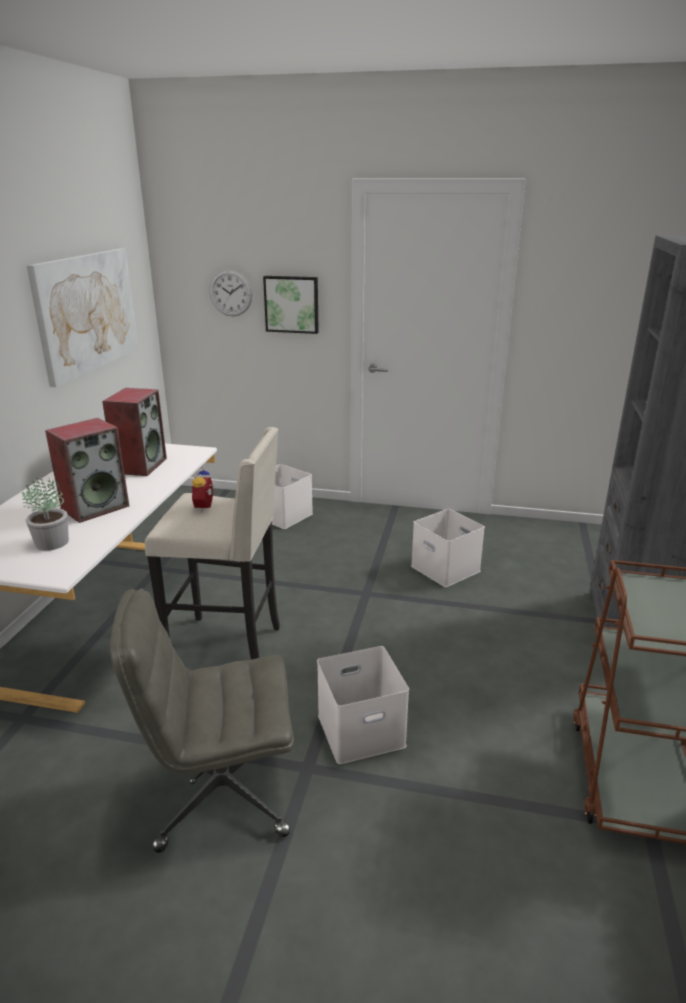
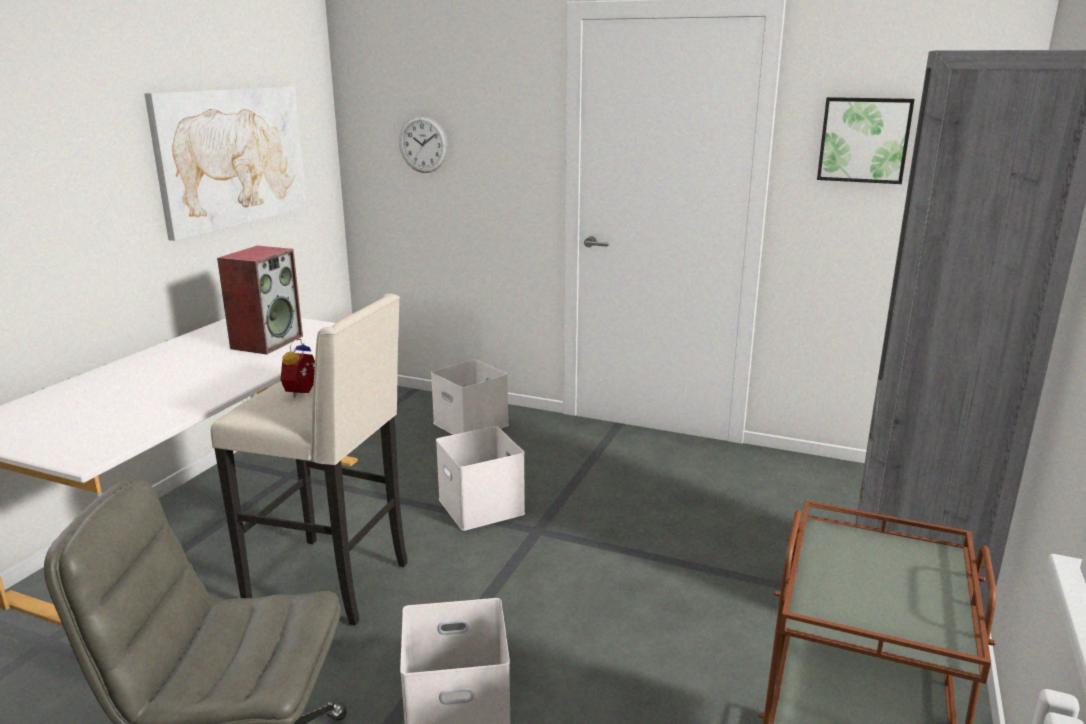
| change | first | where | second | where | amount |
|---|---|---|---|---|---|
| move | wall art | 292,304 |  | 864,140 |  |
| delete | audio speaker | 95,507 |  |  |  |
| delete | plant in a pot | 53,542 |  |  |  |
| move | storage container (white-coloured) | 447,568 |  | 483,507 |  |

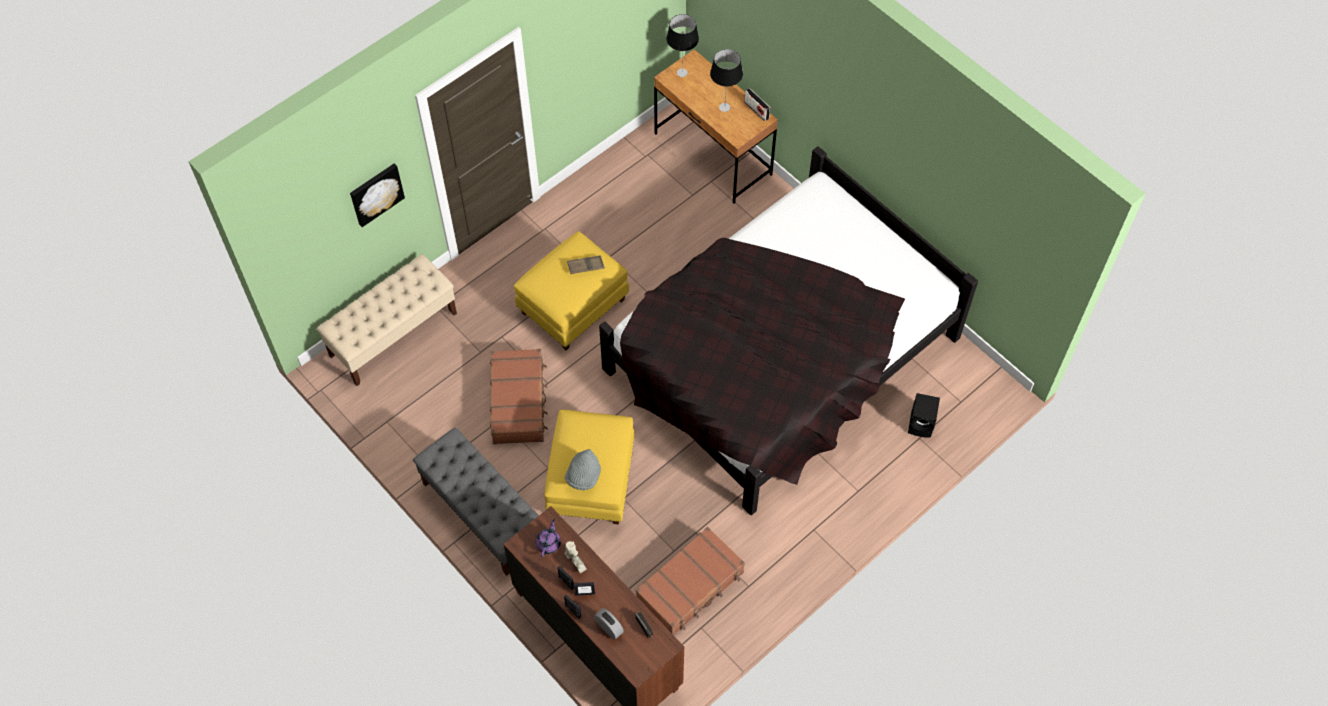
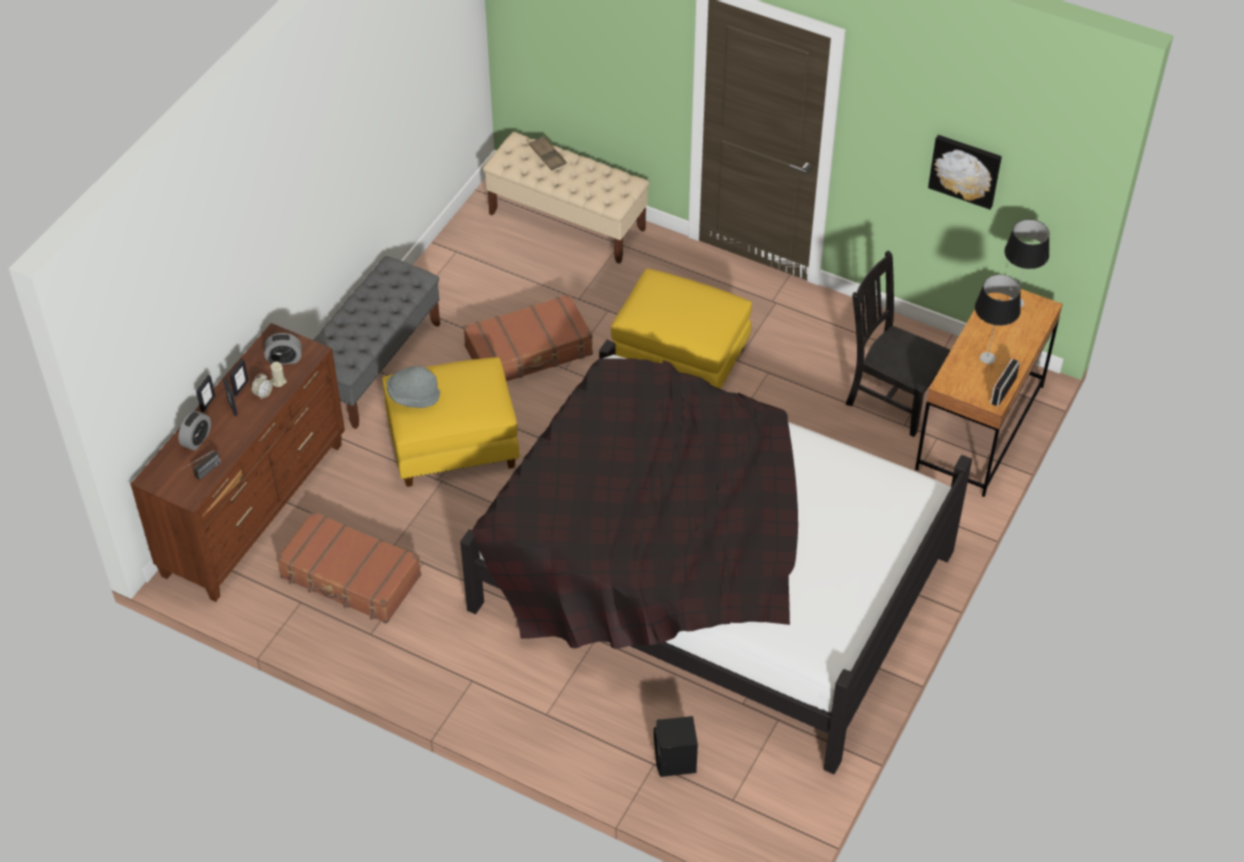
| change | first | where | second | where | amount |
|---|---|---|---|---|---|
| move | wall art | 376,193 |  | 965,170 |  |
| move | tray (brownish) | 585,266 |  | 547,156 |  |
| replace | tea pot (purple) | 548,543 | alarm clock | 284,359 |  |
| insert |  |  | chair (blackish) | 891,398 |  |

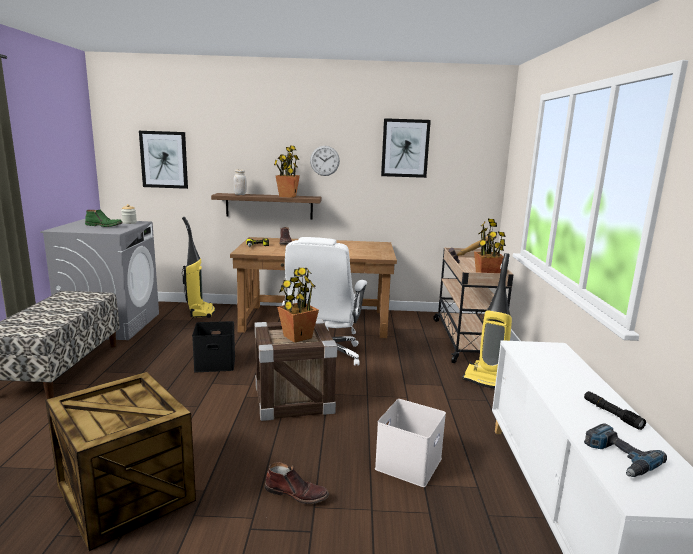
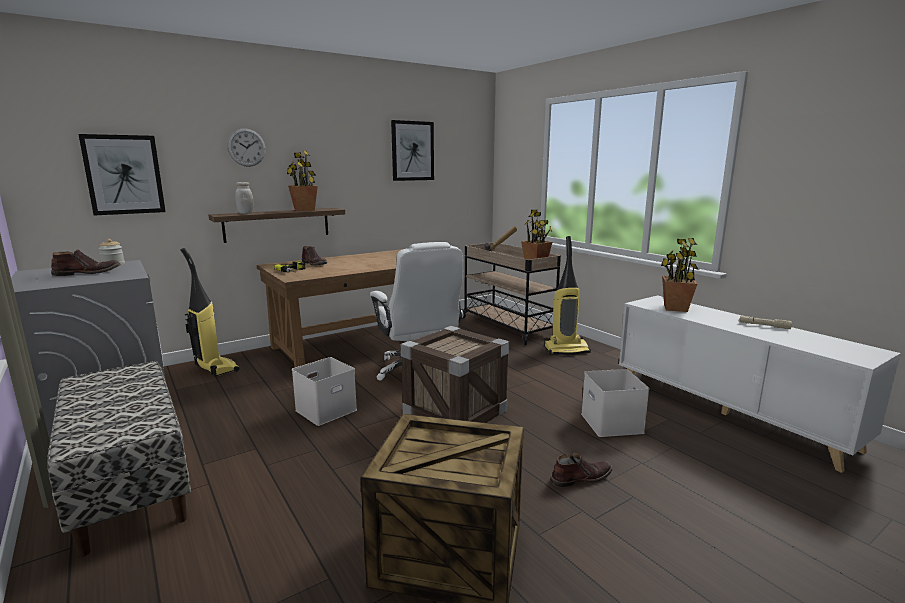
| change | first | where | second | where | amount |
|---|---|---|---|---|---|
| move | clock on the wall | 324,160 |  | 246,147 |  |
| recolor | tall boot (green-coloured) | 104,226 | tall boot (brownish) | 87,273 |  |
| move | plant in a pot | 297,337 |  | 675,308 |  |
| recolor | storage container (blackish) | 216,363 | storage container (white-coloured) | 326,409 |  |
| recolor | torch (blackish) | 611,414 | torch (sand-coloured) | 764,326 |  |
| delete | drill | 618,457 |  |  |  |

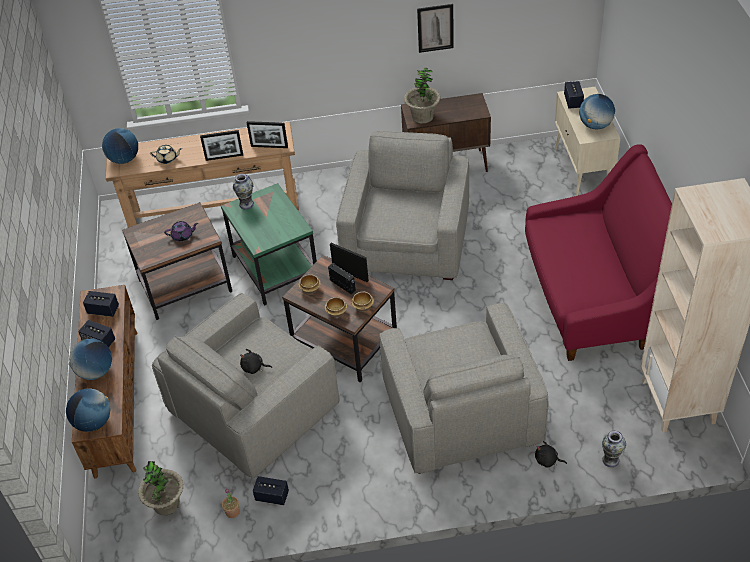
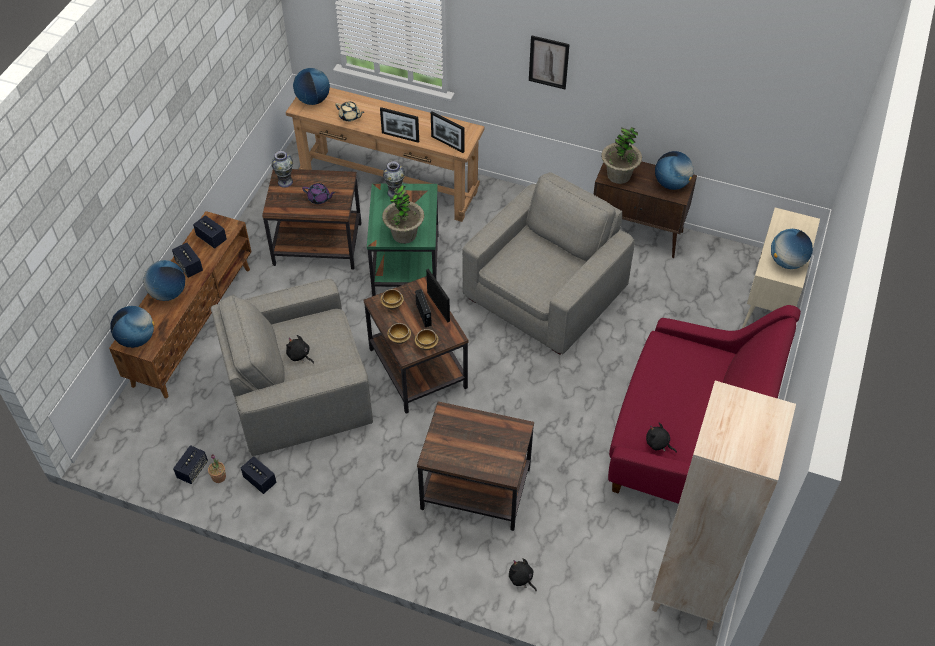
| change | first | where | second | where | amount |
|---|---|---|---|---|---|
| move | wall art | 435,28 |  | 548,62 |  |
| move | audio speaker | 573,101 |  | 192,470 |  |
| replace | lounge chair (greyish) | 461,413 | side table (brownish) | 475,490 |  |
| move | flower vase | 610,460 |  | 285,182 |  |
| move | plant in a pot | 166,504 |  | 404,234 |  |
| insert |  |  | desk globe | 671,184 |  |
| insert |  |  | plush toy (blackish) | 658,444 |  |

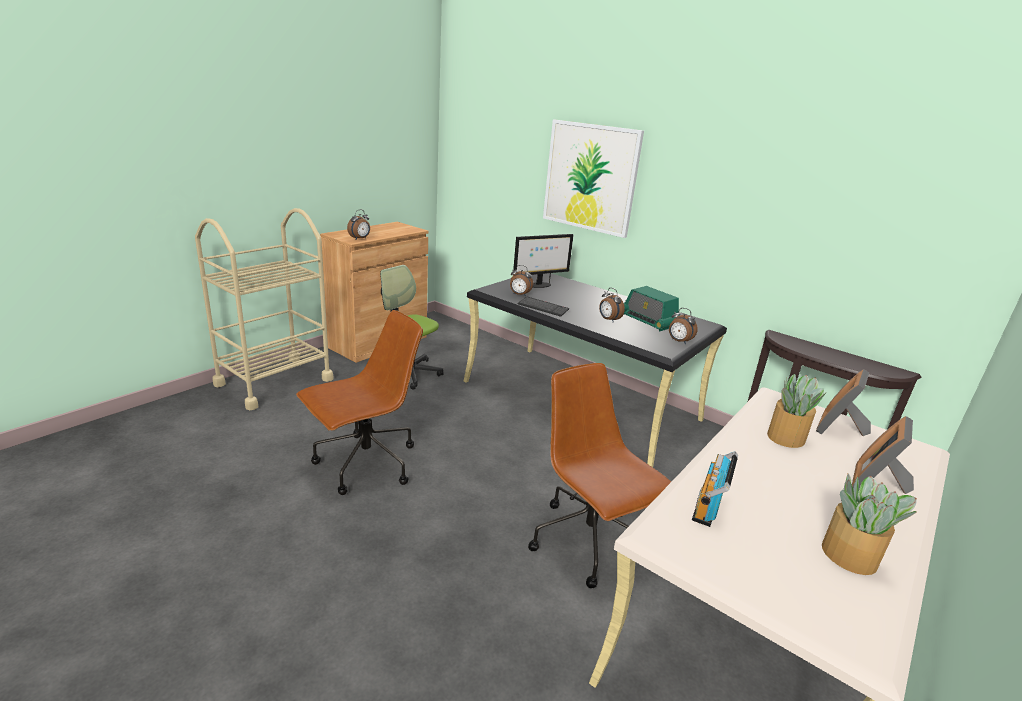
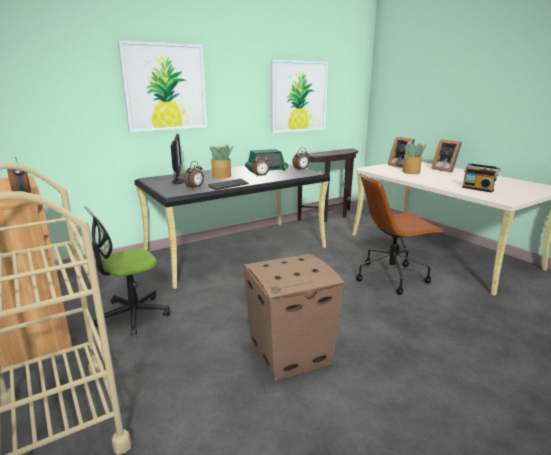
| change | first | where | second | where | amount |
|---|---|---|---|---|---|
| replace | computer chair (brownish) | 365,464 | carton | 291,353 |  |
| move | plant in a pot | 850,556 |  | 222,176 |  |
| insert |  |  | wall art | 298,96 |  |

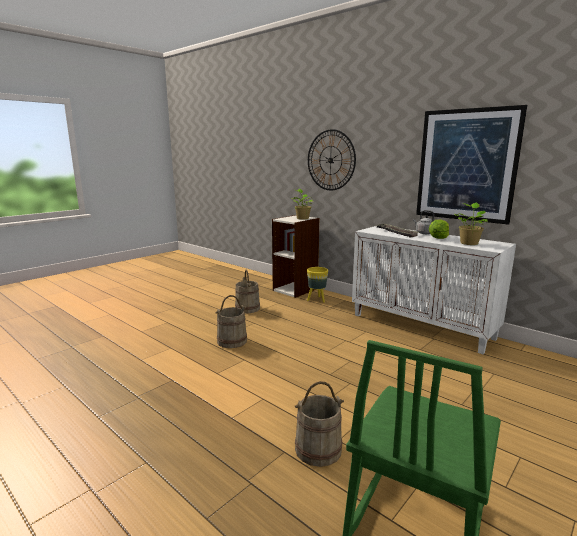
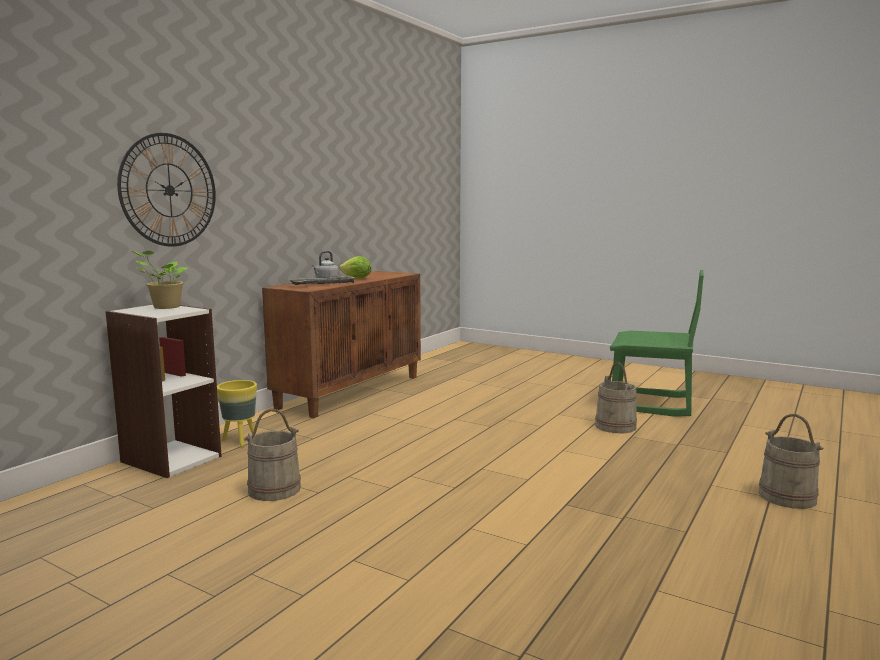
| change | first | where | second | where | amount |
|---|---|---|---|---|---|
| delete | wall art | 466,165 |  |  |  |
| delete | plant in a pot | 469,243 |  |  |  |
| recolor | cupboard (white-coloured) | 422,326 | cupboard (brownish) | 350,391 |  |
| move | bucket (sand-coloured) | 232,341 |  | 787,496 |  |

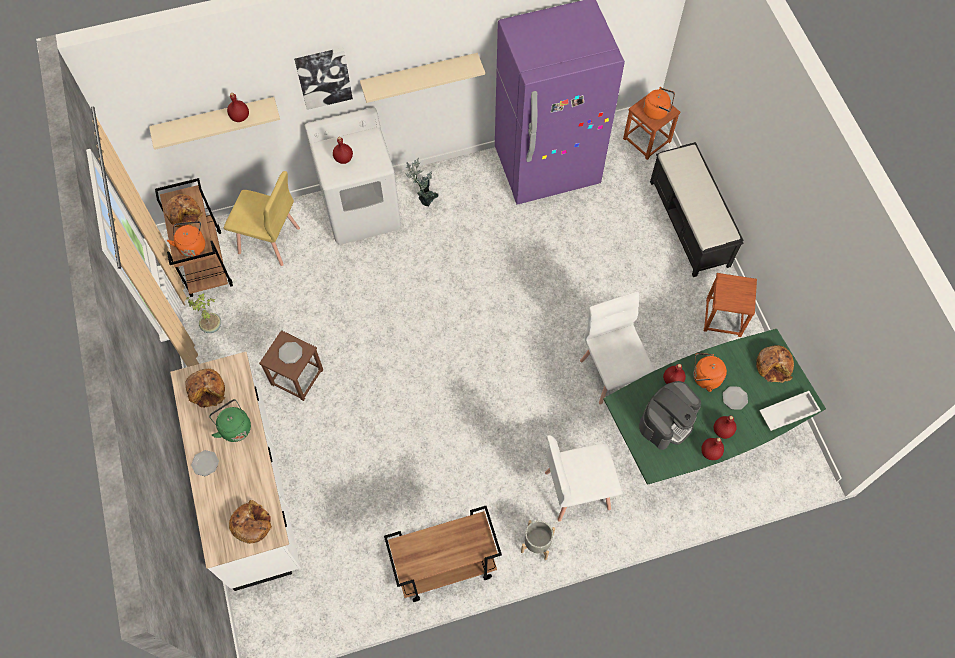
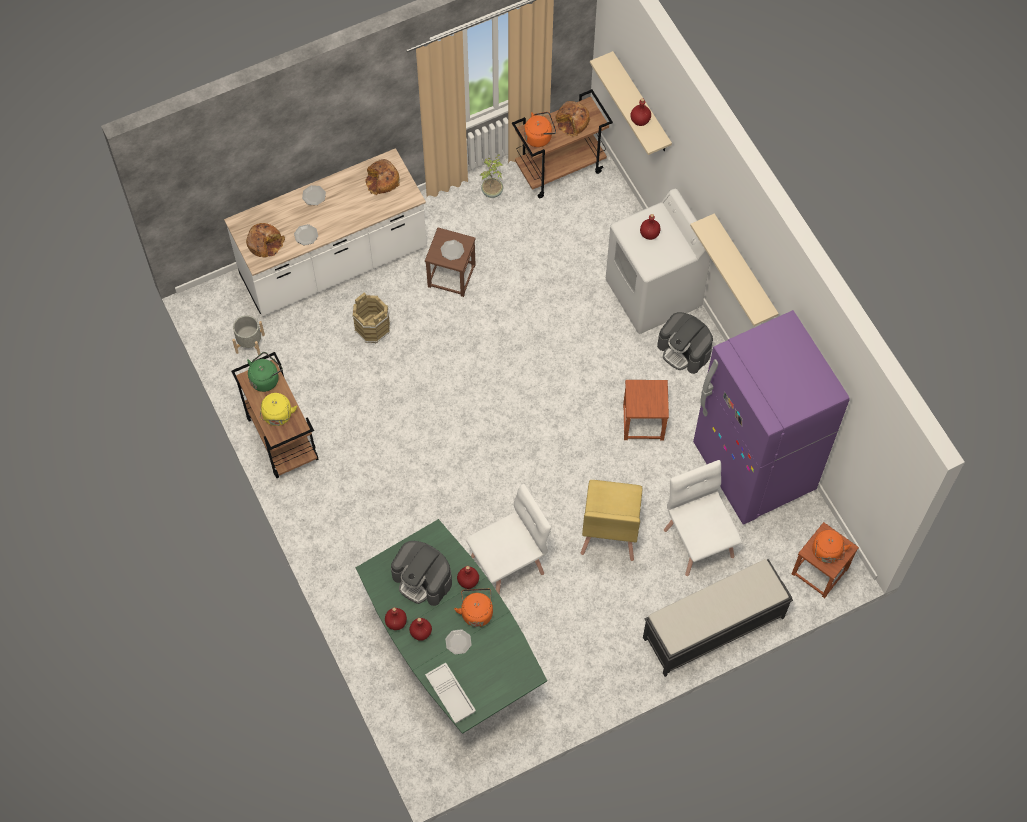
| change | first | where | second | where | amount |
|---|---|---|---|---|---|
| delete | wall art | 323,77 |  |  |  |
| replace | plant in a pot | 424,197 | coffee maker | 684,350 |  |
| move | chair (yellowish) | 269,241 |  | 609,533 |  |
| move | stool (brownish) | 723,317 |  | 643,423 |  |
| delete | bakery bread | 774,366 |  |  |  |
| move | tea kettle (green-coloured) | 234,427 |  | 265,378 |  |
| move | chair (white-coloured) | 576,490 |  | 699,542 |  |
| move | planter (greyish) | 536,543 |  | 250,343 |  |
| insert |  |  | plate | 306,235 |  |
| insert |  |  | bucket (brownish) | 372,327 |  |
| insert |  |  | tea kettle (yellowish) | 277,416 |  |

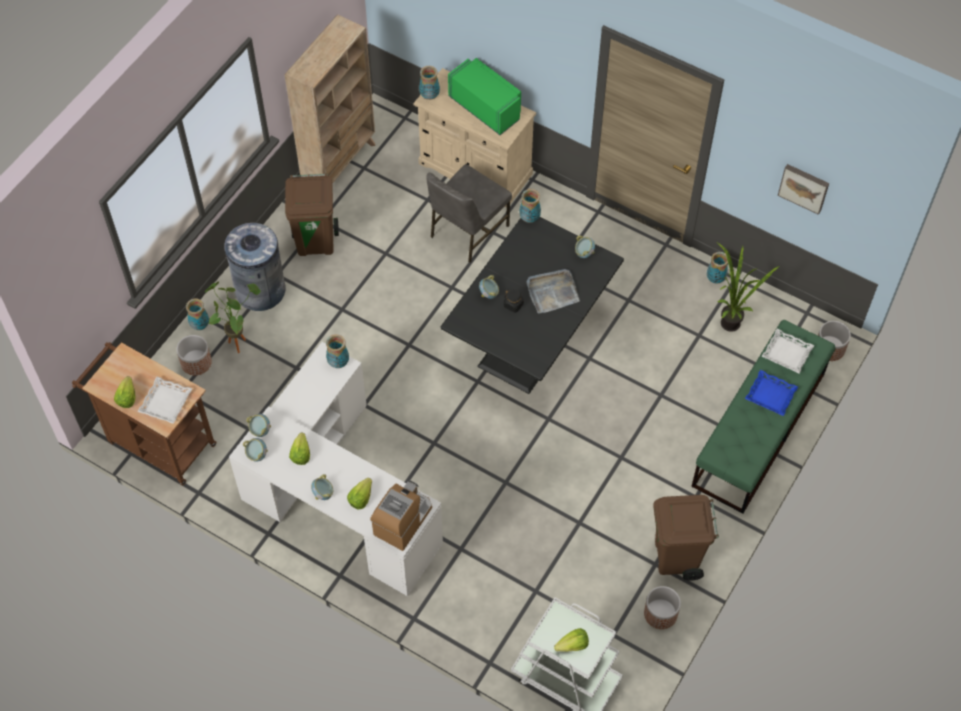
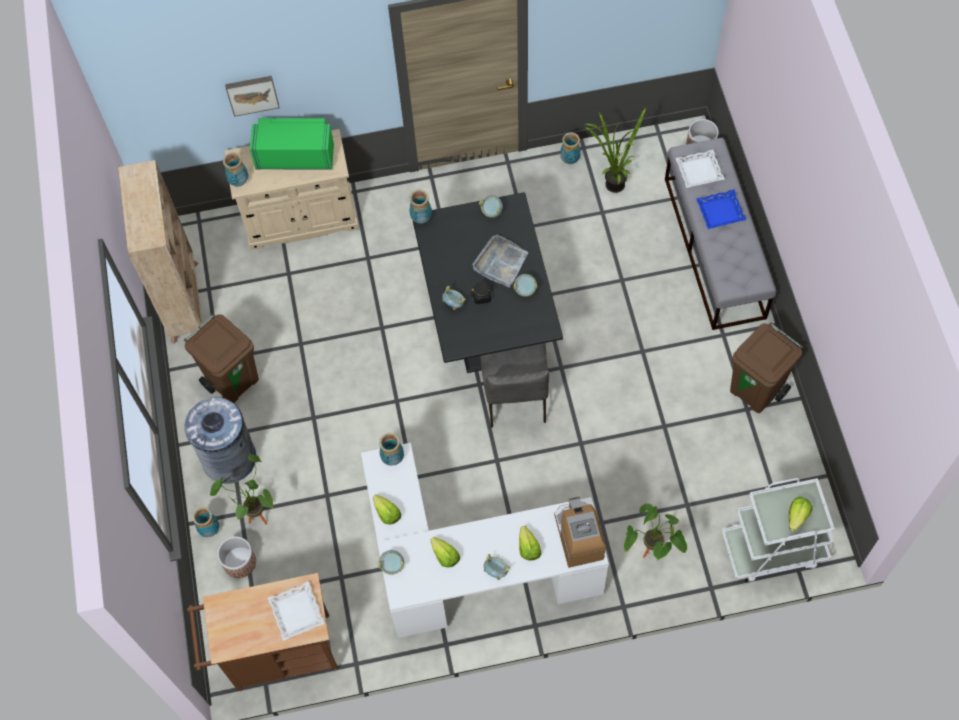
| change | first | where | second | where | amount |
|---|---|---|---|---|---|
| move | chair (greyish) | 467,231 |  | 515,396 |  |
| move | wall art | 804,187 |  | 252,94 |  |
| recolor | long seat (green-coloured) | 759,429 | long seat (greyish) | 714,248 |  |
| move | lettuce head | 127,398 |  | 387,513 |  |
| move | serving bowl | 256,455 |  | 525,290 |  |
| delete | planter | 660,614 |  |  |  |
| insert |  |  | plant in a pot | 651,555 |  |

